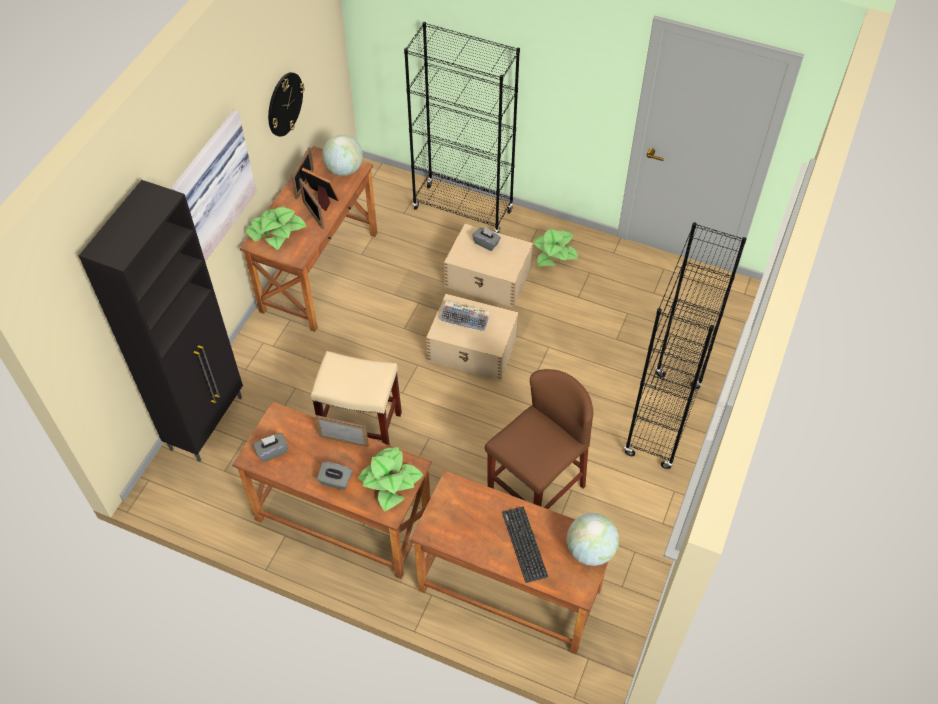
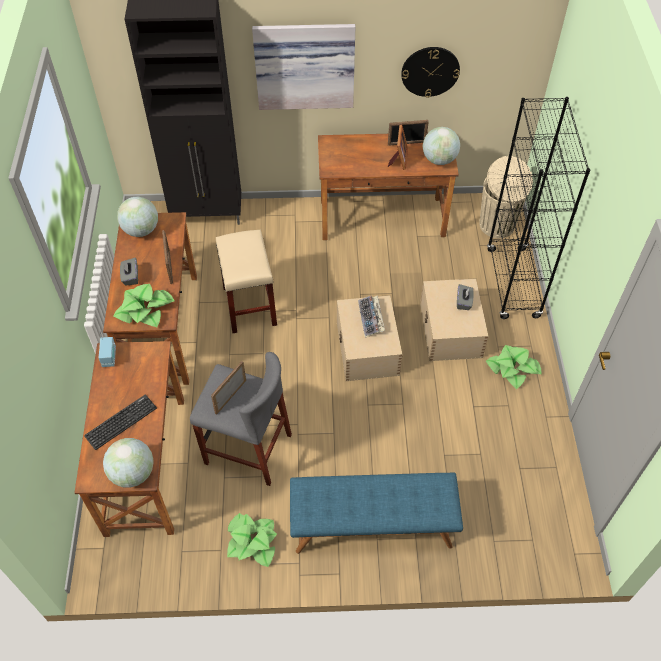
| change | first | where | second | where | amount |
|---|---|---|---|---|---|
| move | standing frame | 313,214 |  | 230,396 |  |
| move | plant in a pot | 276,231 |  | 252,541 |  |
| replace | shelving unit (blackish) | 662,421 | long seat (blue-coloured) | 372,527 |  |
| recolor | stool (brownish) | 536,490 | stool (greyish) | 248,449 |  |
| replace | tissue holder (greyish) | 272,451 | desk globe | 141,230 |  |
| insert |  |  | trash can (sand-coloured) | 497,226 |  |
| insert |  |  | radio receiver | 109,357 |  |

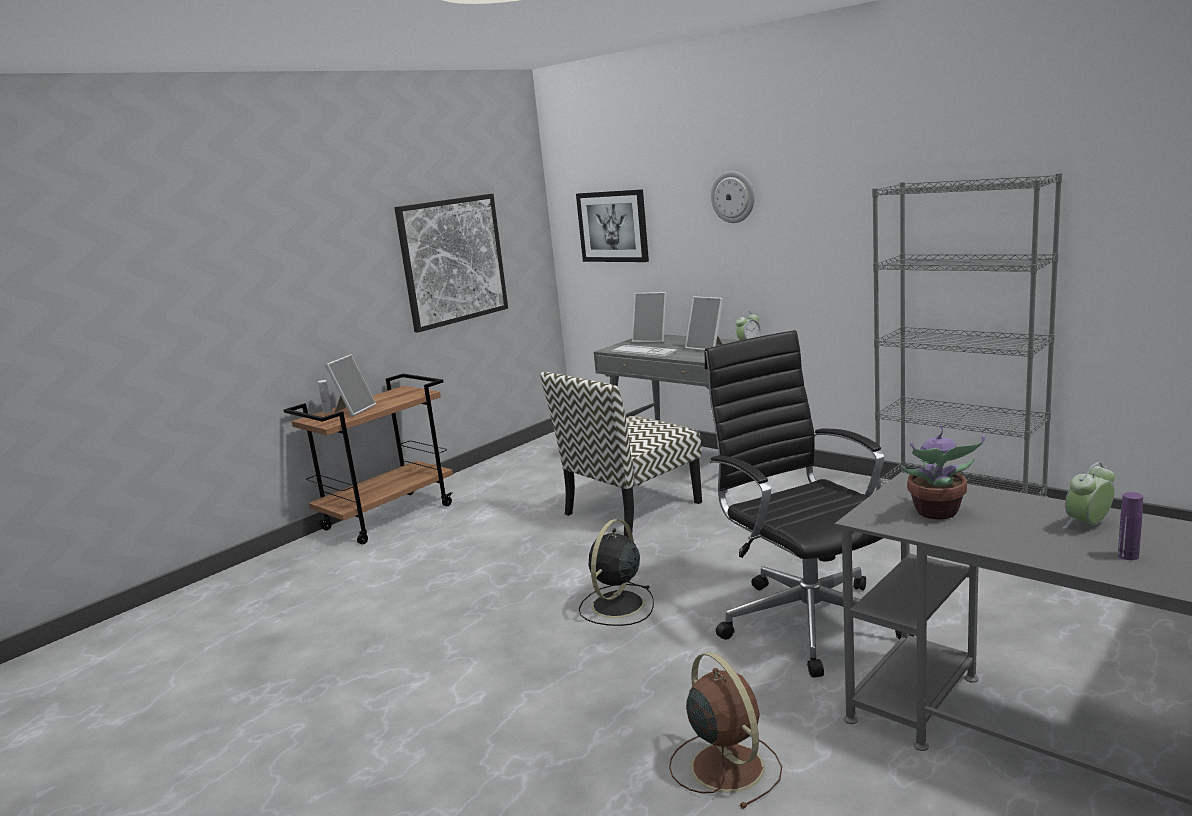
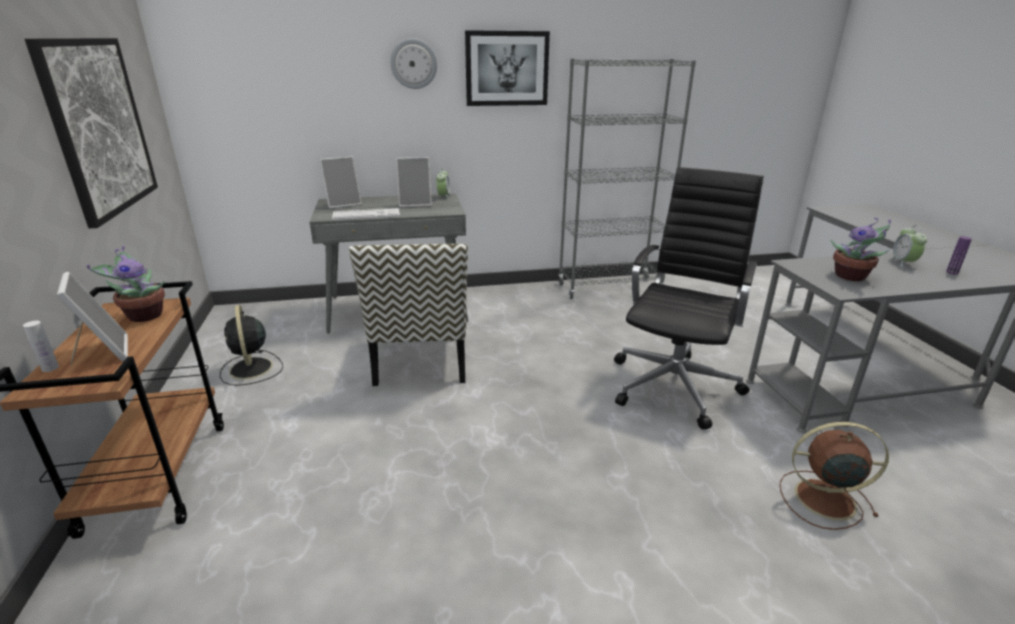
| change | first | where | second | where | amount |
|---|---|---|---|---|---|
| move | wall art | 613,226 |  | 507,68 |  |
| rotate | computer chair (blackish) | 807,620 |  | 675,384 | 105 degrees clockwise |
| move | cooling fan (blackish) | 617,606 |  | 251,369 |  |
| insert |  |  | plant in a pot | 143,315 |  |

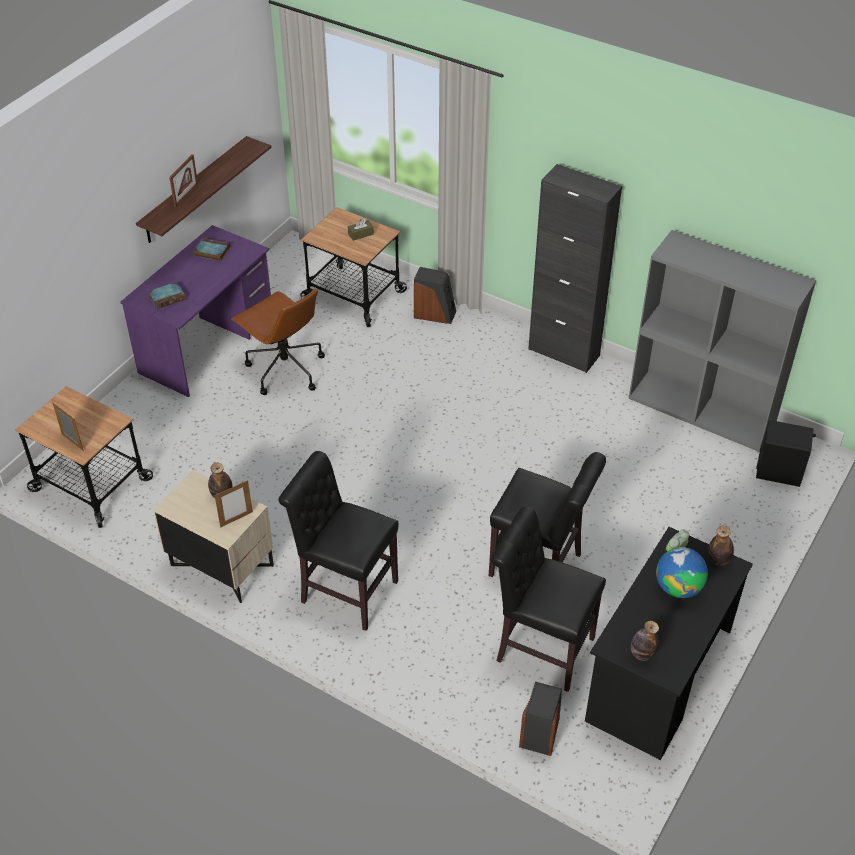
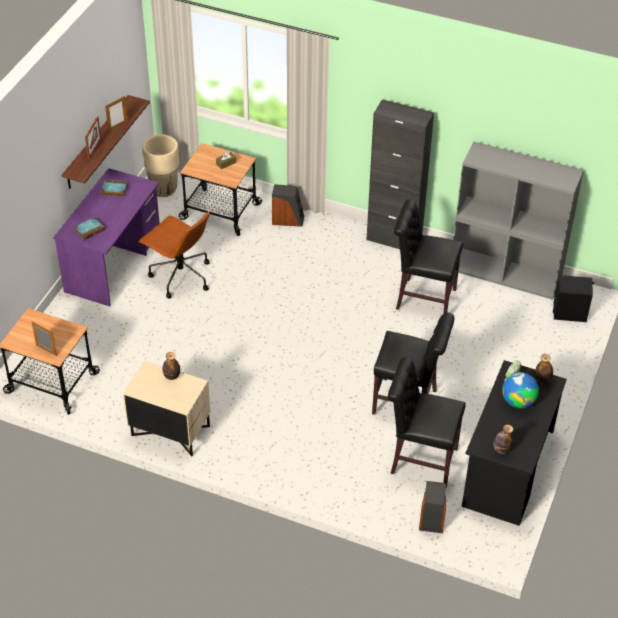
| change | first | where | second | where | amount |
|---|---|---|---|---|---|
| move | chair (blackish) | 345,590 |  | 422,298 |  |
| move | standing frame | 236,519 |  | 118,126 |  |
| insert |  |  | planter (sand-coloured) | 163,189 |  |

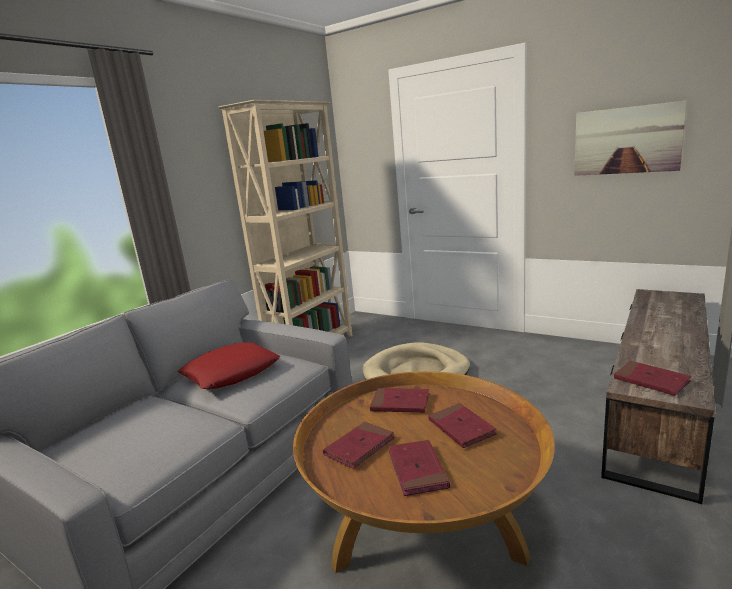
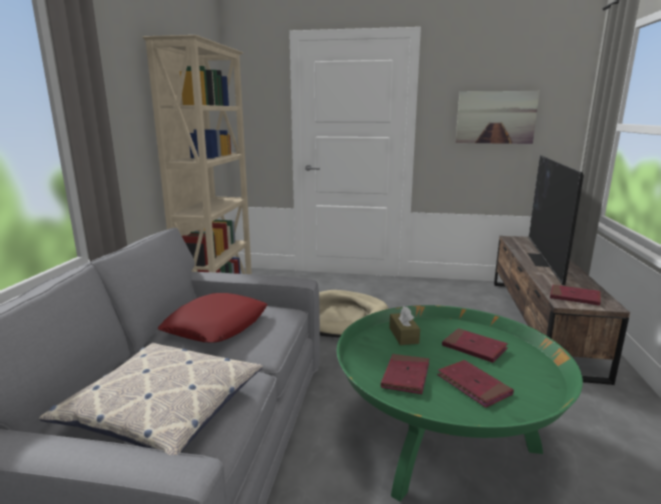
| change | first | where | second | where | amount |
|---|---|---|---|---|---|
| recolor | low table (brownish) | 425,522 | low table (green-coloured) | 443,439 |  |
| replace | bound book (red-coloured) | 400,403 | tissue holder (brownish) | 403,335 |  |
| insert |  |  | TV set | 544,260 |  |
| insert |  |  | throw pillow | 163,408 |  |

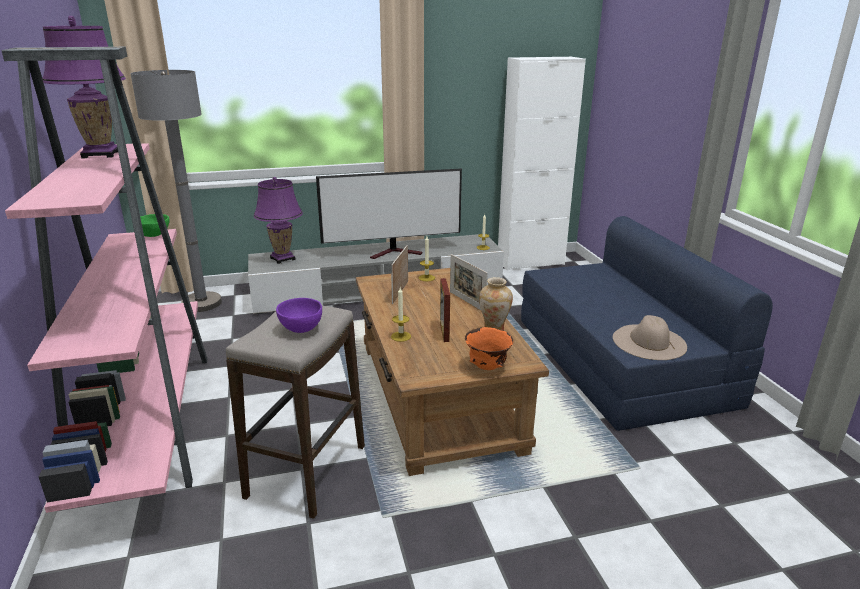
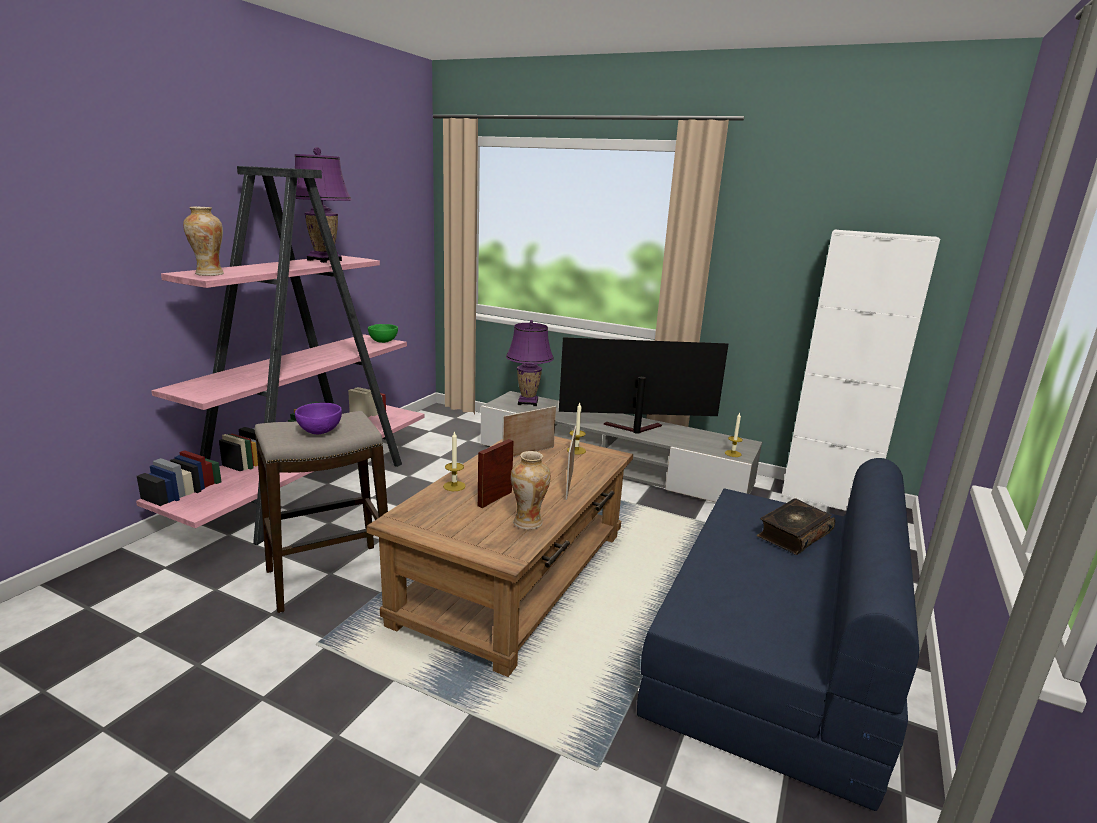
| change | first | where | second | where | amount |
|---|---|---|---|---|---|
| delete | standard lamp (greyish) | 201,303 |  |  |  |
| rotate | TV set | 396,252 |  | 632,429 | 150 degrees clockwise |
| delete | wearable hat (sand-coloured) | 649,341 |  |  |  |
| delete | serving bowl (orange-coloured) | 488,368 |  |  |  |
| insert |  |  | flower vase | 209,274 |  |
| insert |  |  | bound book | 793,534 |  |

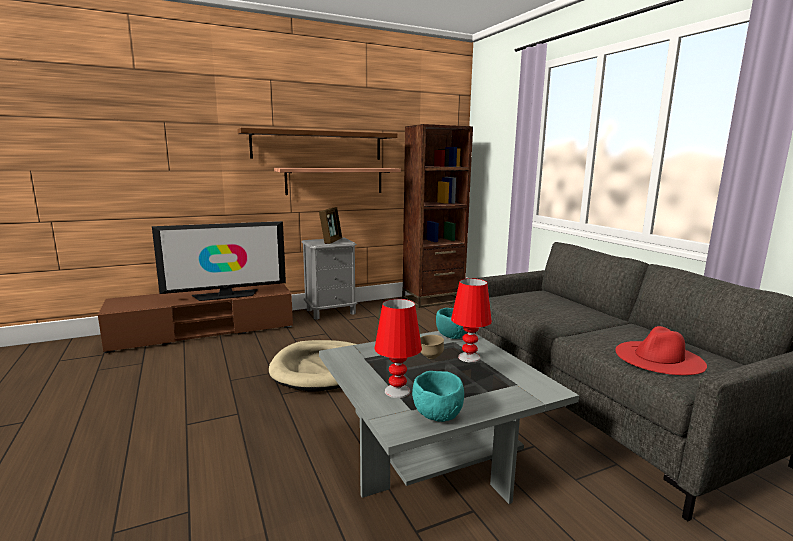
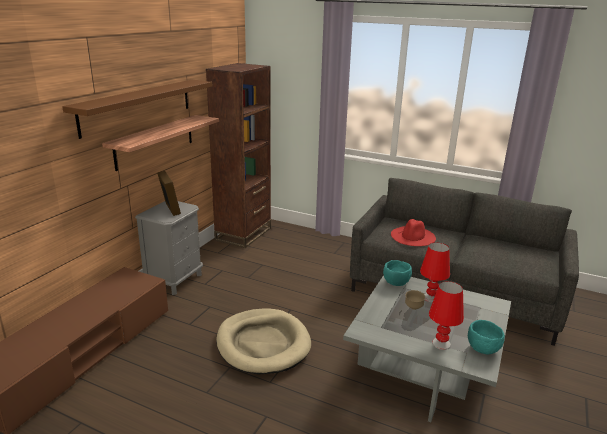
| change | first | where | second | where | amount |
|---|---|---|---|---|---|
| delete | TV set | 226,295 |  |  |  |
| move | wearable hat (red-coloured) | 659,357 |  | 413,236 |  |

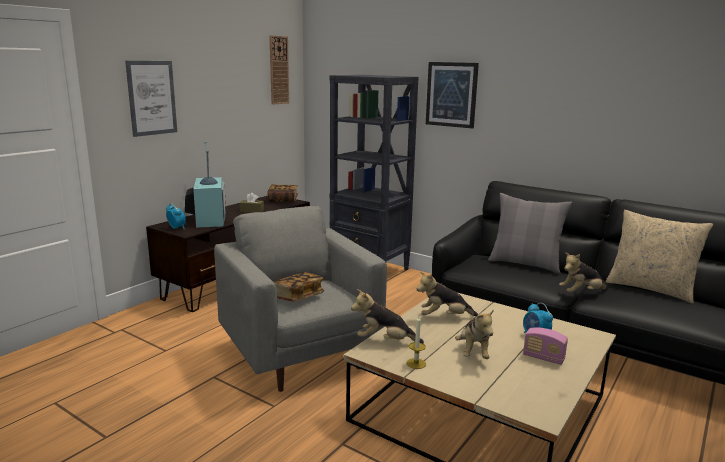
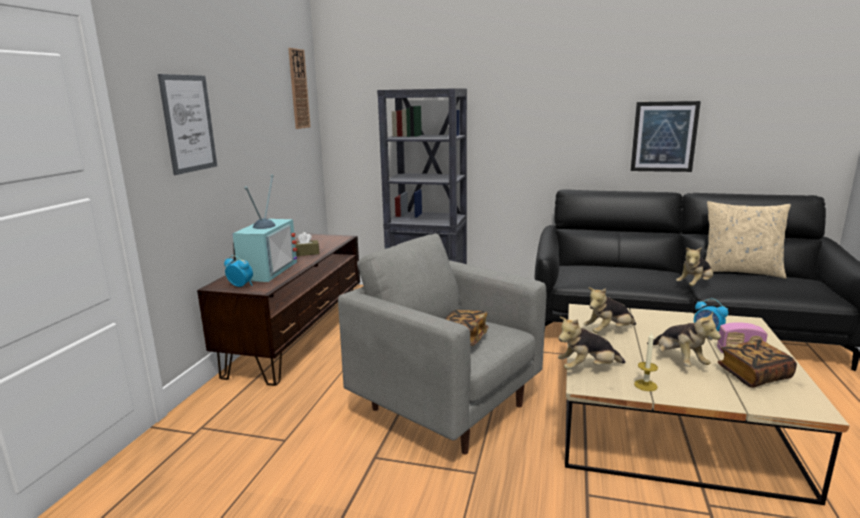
| change | first | where | second | where | amount |
|---|---|---|---|---|---|
| move | wall art | 451,94 |  | 664,136 |  |
| rotate | TV set | 207,219 |  | 266,270 | 45 degrees clockwise |
| move | bound book | 283,200 |  | 754,375 |  |
| delete | throw pillow (greyish) | 525,263 |  |  |  |

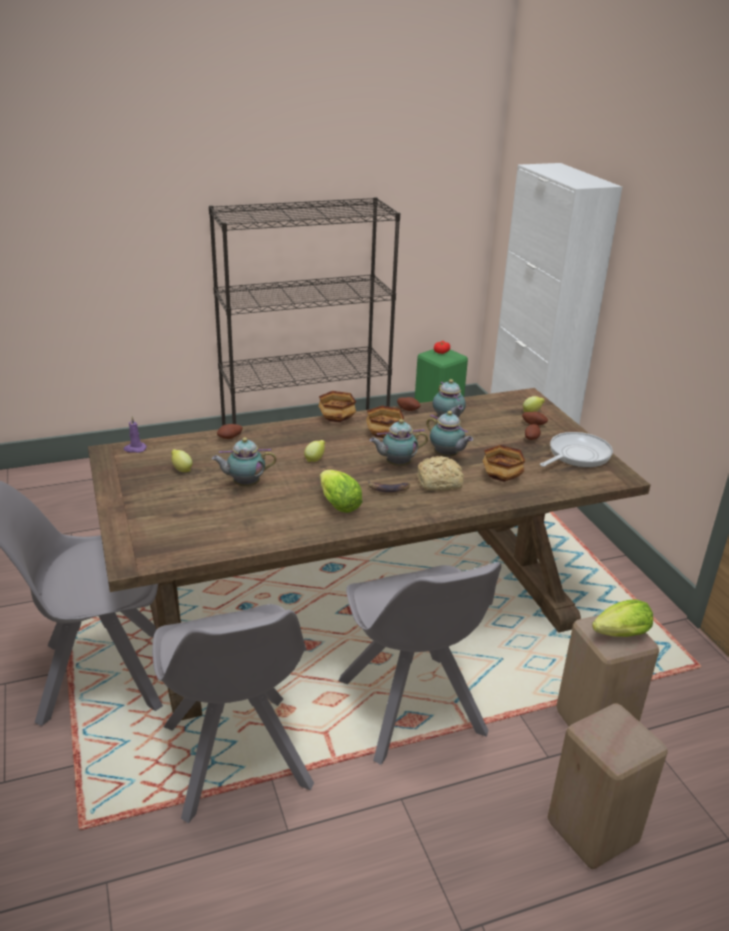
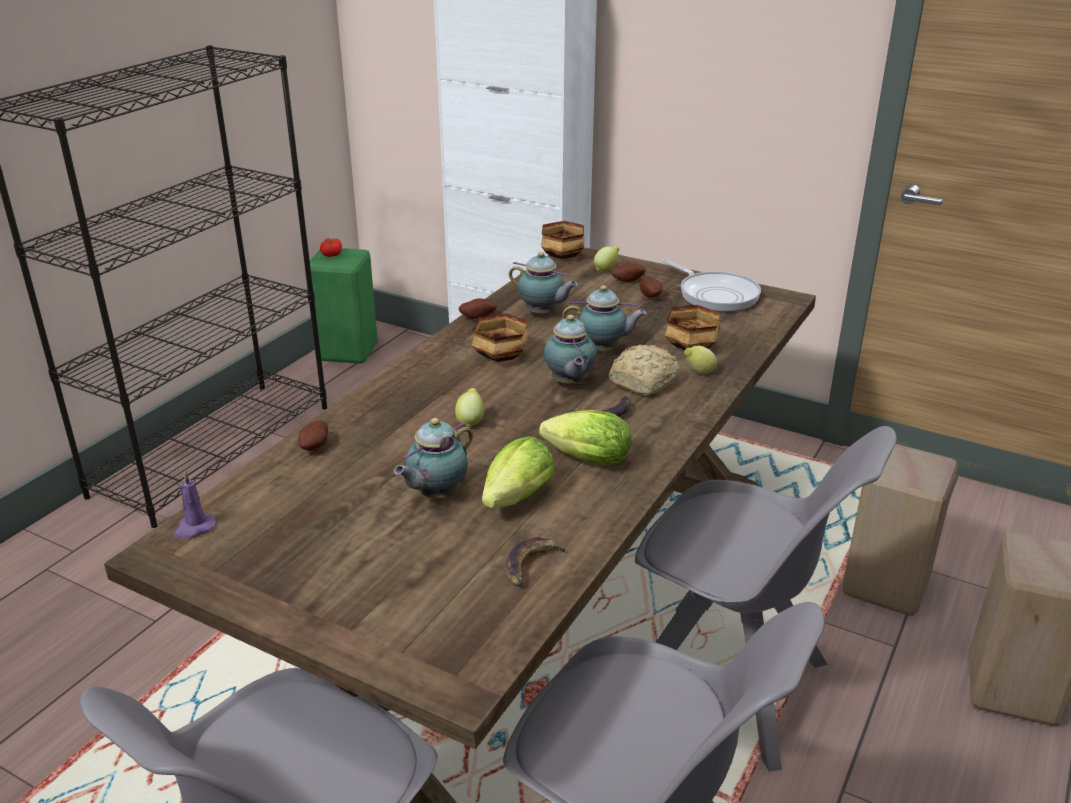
| change | first | where | second | where | amount |
|---|---|---|---|---|---|
| move | serving bowl | 337,419 |  | 564,256 |  |
| rotate | tea pot | 396,464 |  | 569,383 | 45 degrees counterclockwise |
| rotate | frying pan | 576,455 |  | 715,295 | 135 degrees clockwise |
| move | whole lemon | 181,469 |  | 698,372 |  |
| move | lettuce head | 618,635 |  | 514,501 |  |
| insert |  |  | banana | 532,565 |  |

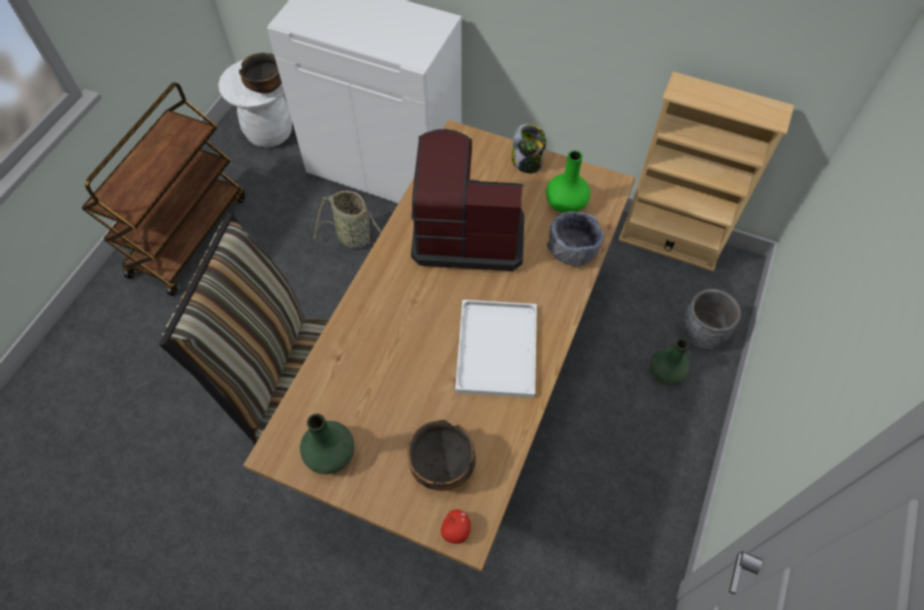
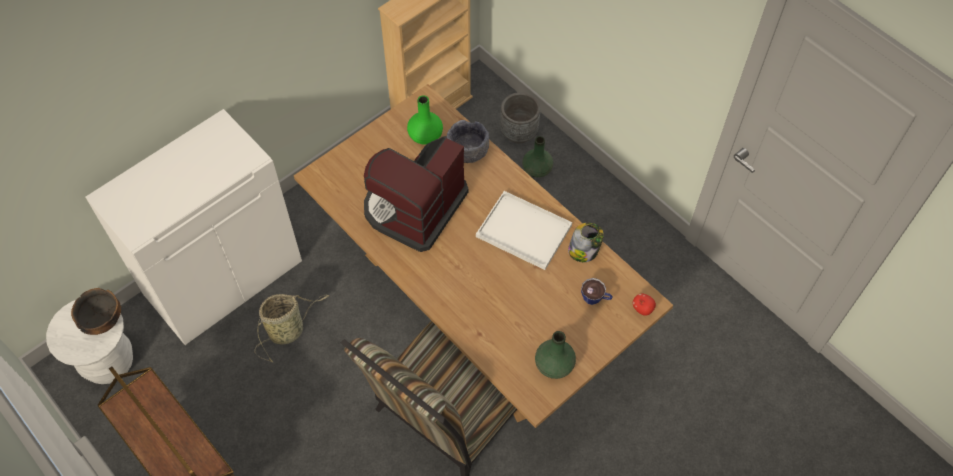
| change | first | where | second | where | amount |
|---|---|---|---|---|---|
| move | storage jar | 527,162 |  | 583,251 |  |
| replace | serving bowl | 443,466 | cup | 595,298 |  |

